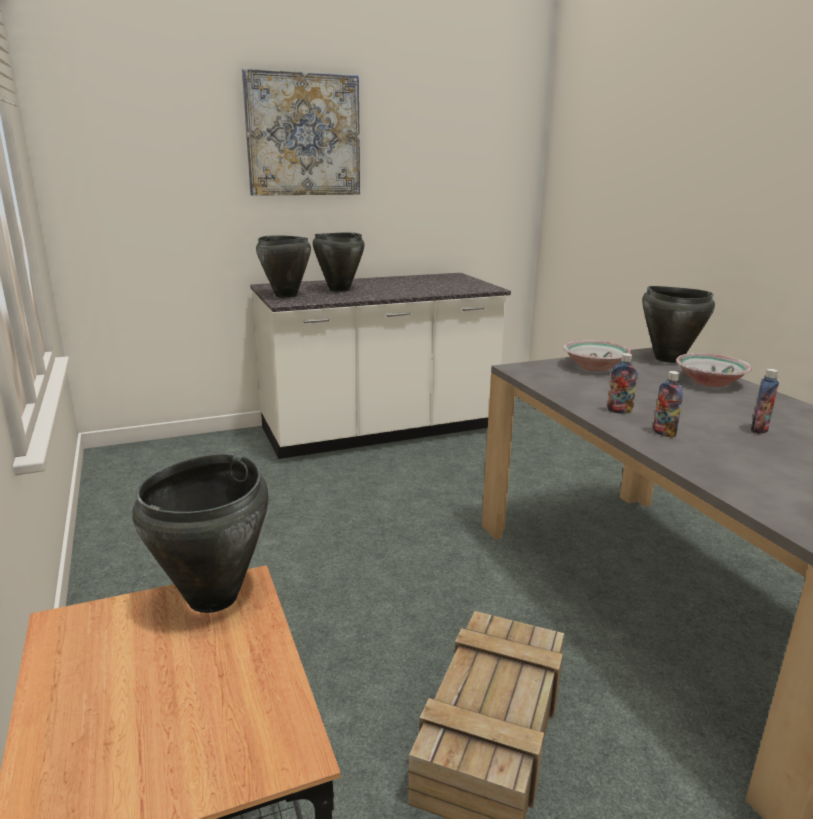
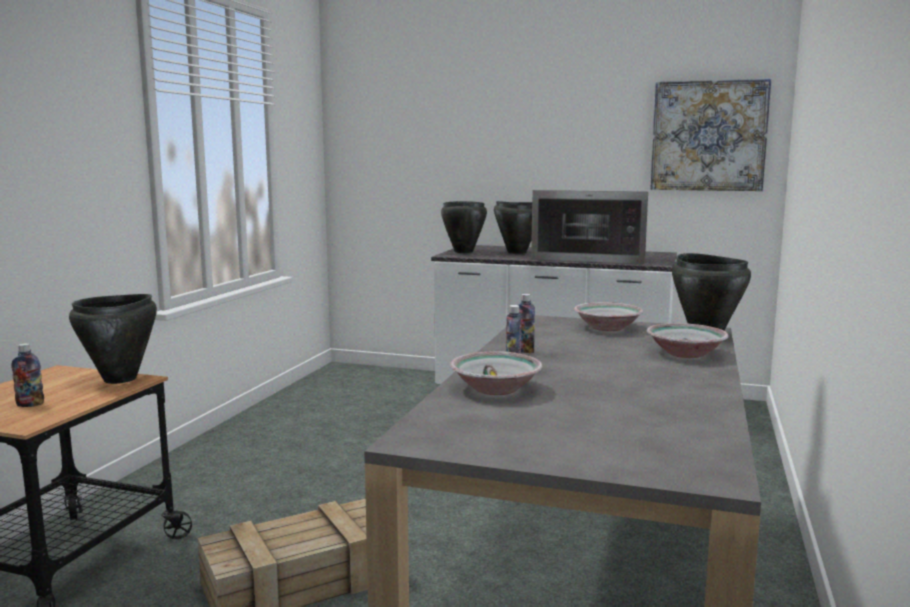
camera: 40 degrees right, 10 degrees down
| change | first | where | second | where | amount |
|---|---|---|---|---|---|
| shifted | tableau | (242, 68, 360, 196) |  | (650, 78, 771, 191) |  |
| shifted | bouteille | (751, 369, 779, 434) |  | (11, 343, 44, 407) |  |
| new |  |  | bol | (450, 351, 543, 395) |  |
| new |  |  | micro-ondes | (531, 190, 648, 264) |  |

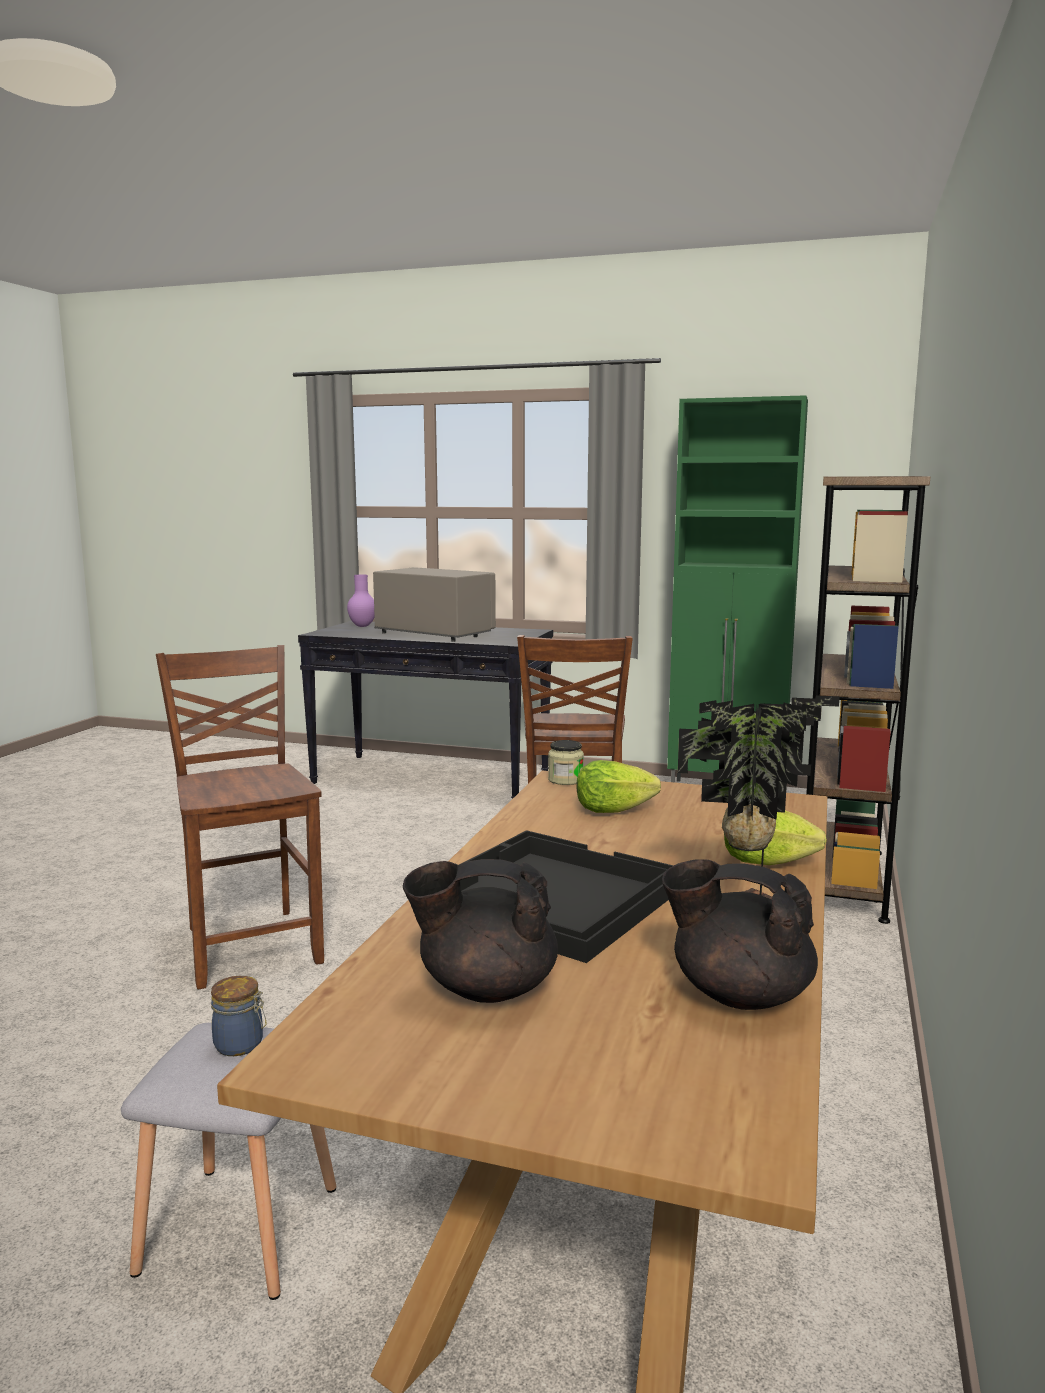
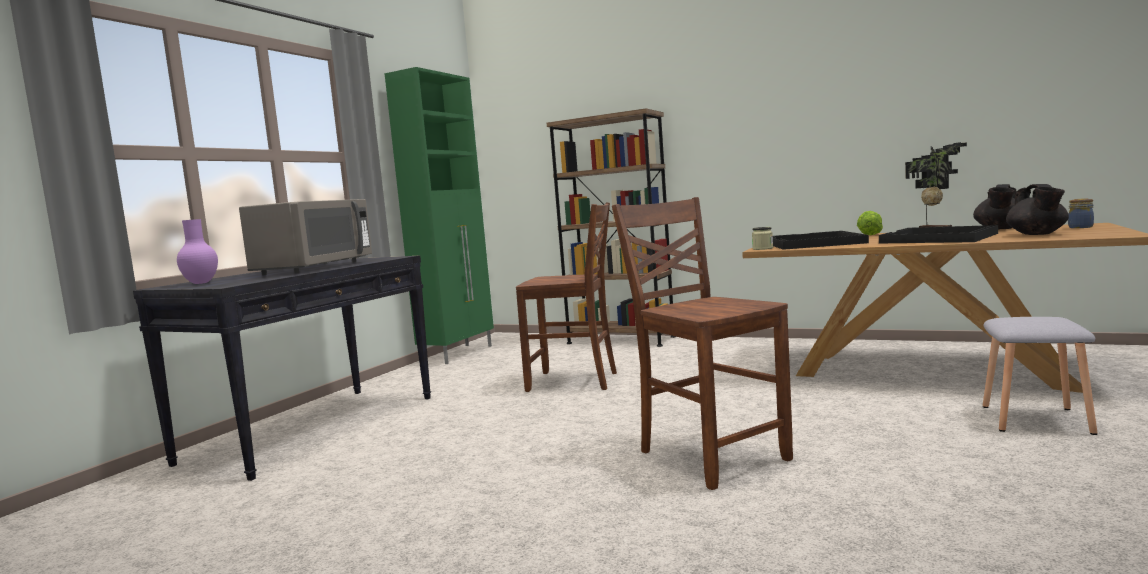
camera: 80 degrees left, 5 degrees down
| change | first | where | second | where | amount |
|---|---|---|---|---|---|
| rotated | chaise [marron] | (156, 645, 324, 989) |  | (612, 197, 793, 490) | 75 degrees clockwise |
| shifted | bocal | (211, 976, 267, 1056) |  | (1068, 198, 1094, 228) |  |
| rotated | micro-ondes [gris] | (373, 567, 496, 642) |  | (239, 199, 372, 275) | 150 degrees clockwise |
| swapped | laitue | (576, 760, 661, 813) | plateau [noir] | (773, 231, 869, 250) |  |

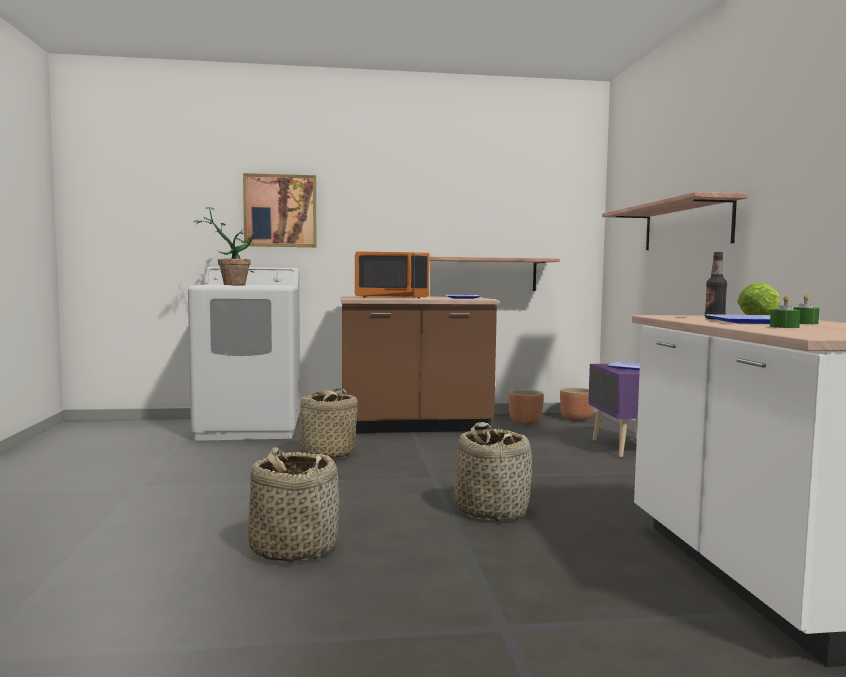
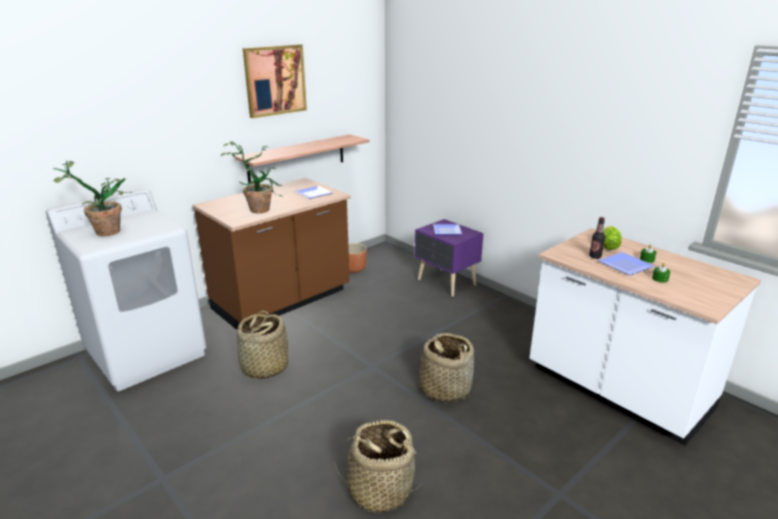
camera: 35 degrees left, 20 degrees up
| change | first | where | second | where | amount |
|---|---|---|---|---|---|
| shifted | tableau | (243, 173, 316, 247) |  | (243, 44, 307, 118) |  |
| swapped | micro-ondes [orange] | (355, 251, 430, 298) | plante en pot | (221, 142, 283, 213) |  |
| gone | cache-pot [marron] | (560, 387, 594, 421) |  |  |  |
| gone | étagère | (602, 192, 747, 250) |  |  |  |

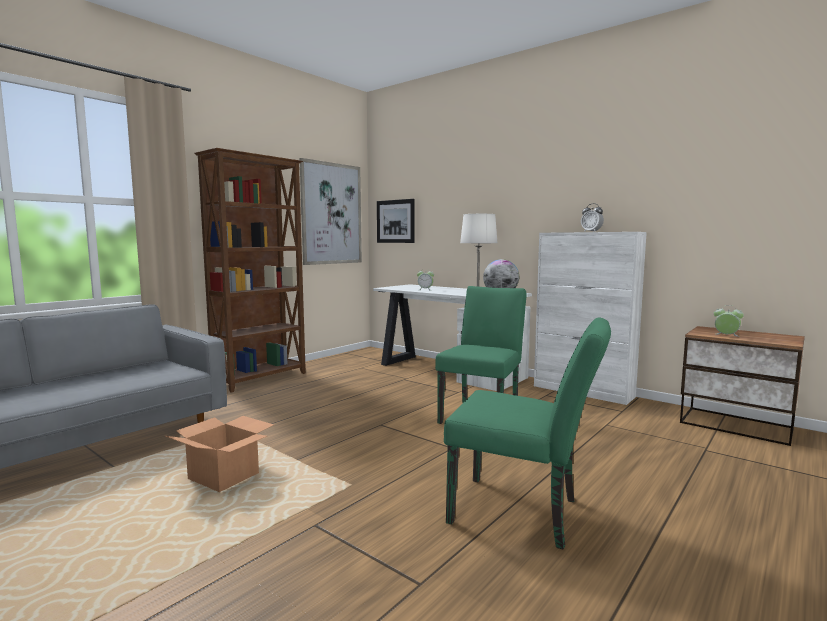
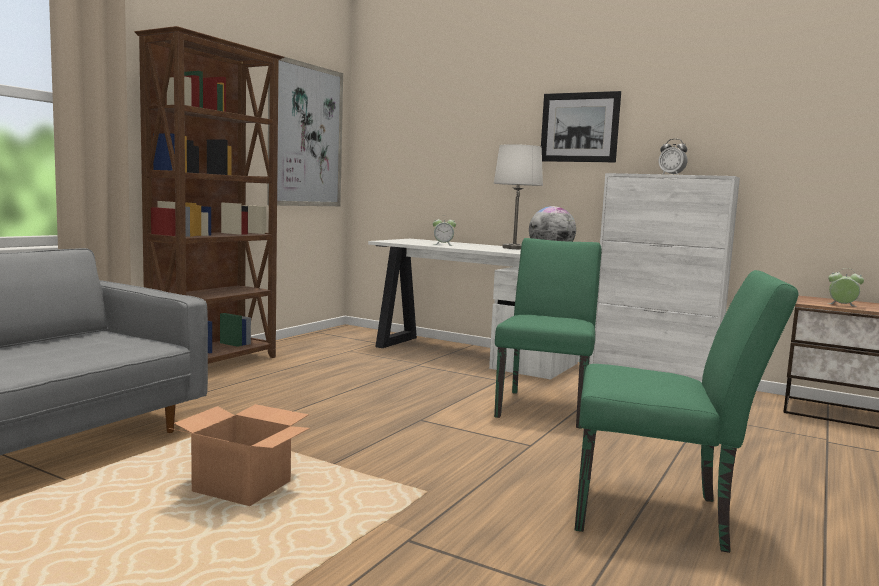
camera: 10 degrees left, 0 degrees up
| change | first | where | second | where | amount |
|---|---|---|---|---|---|
| shifted | tableau | (377, 199, 415, 243) |  | (541, 91, 621, 162) |  |

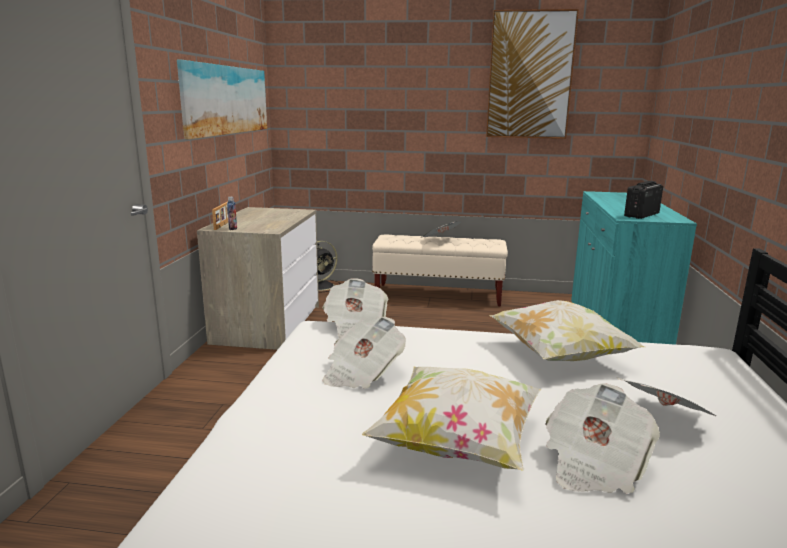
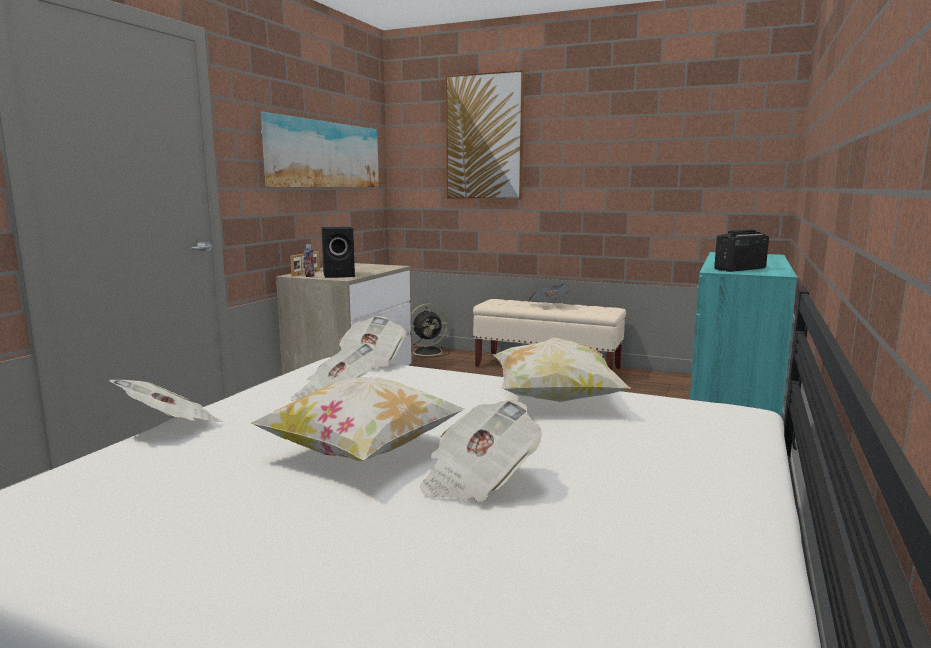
camera: 15 degrees right, 5 degrees down
| change | first | where | second | where | amount |
|---|---|---|---|---|---|
| shifted | tableau | (486, 9, 579, 139) |  | (446, 70, 524, 200) |  |
| shifted | journal | (616, 377, 716, 416) |  | (109, 380, 223, 422) |  |
| new |  |  | enceinte [noir] | (321, 227, 355, 278) |  |

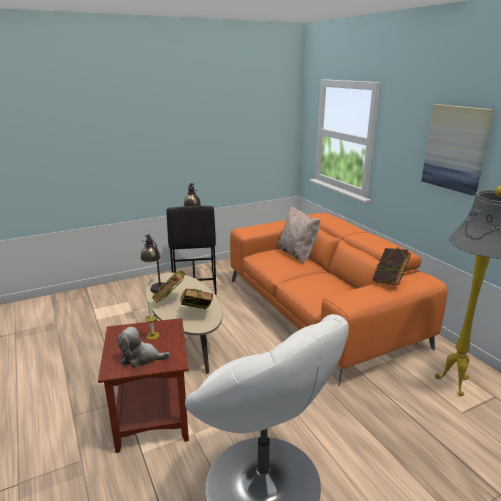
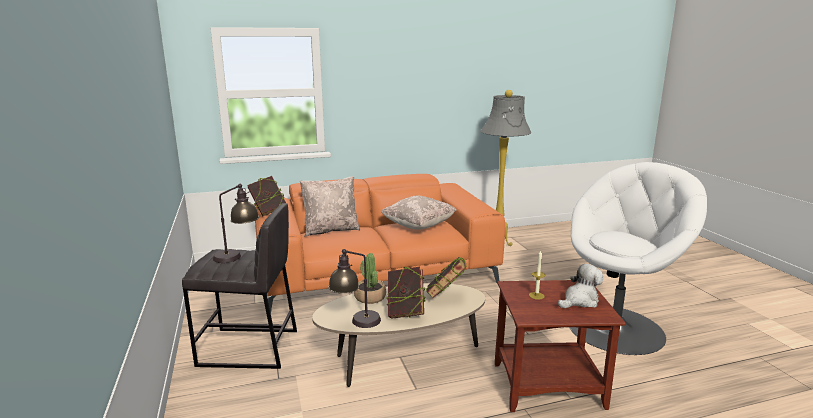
camera: 80 degrees left, 5 degrees down
| change | first | where | second | where | amount |
|---|---|---|---|---|---|
| rotated | peluche | (117, 327, 170, 367) |  | (558, 264, 603, 308) | 135 degrees counterclockwise |
| shifted | livre | (372, 247, 411, 285) |  | (248, 176, 286, 216) |  |
| gone | tableau | (421, 104, 494, 196) |  |  |  |
| new |  |  | plante en pot | (354, 253, 386, 304) |  |
| new |  |  | coussin [beige] | (381, 196, 456, 230) |  |

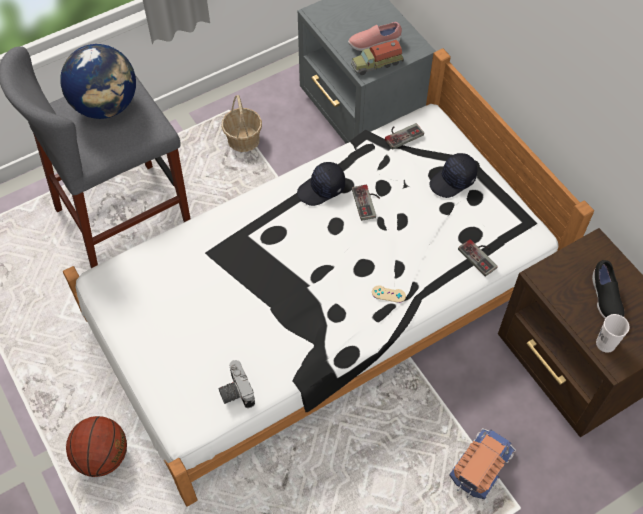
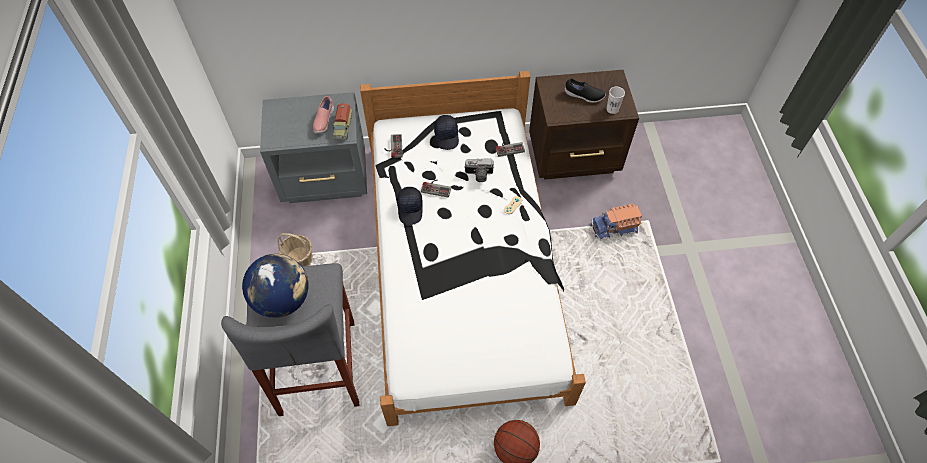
camera: 65 degrees left, 0 degrees up
| change | first | where | second | where | amount |
|---|---|---|---|---|---|
| shifted | appareil photo | (219, 360, 255, 408) |  | (464, 158, 494, 182) |  |
| rotated | camion jouet | (449, 428, 516, 499) |  | (590, 204, 642, 240) | 75 degrees counterclockwise |

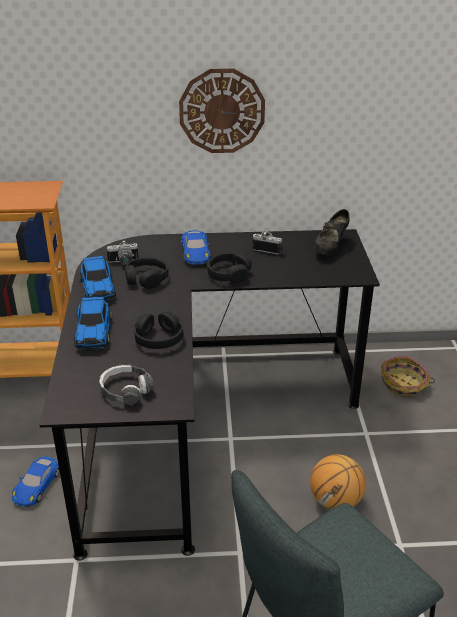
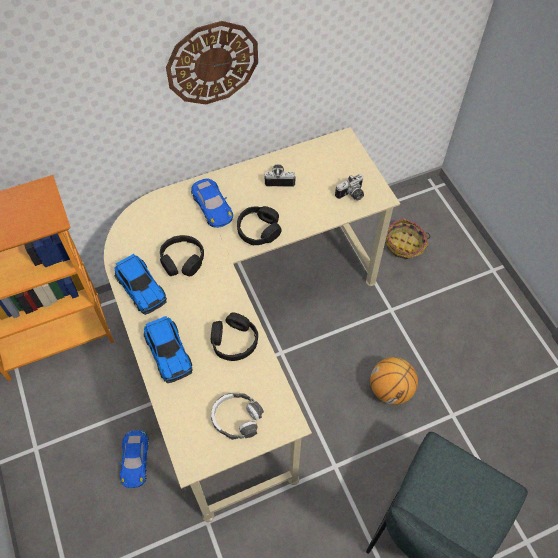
camera: 20 degrees left, 25 degrees up
| change | first | where | second | where | amount |
|---|---|---|---|---|---|
| repainted | bureau [noir] | (40, 229, 380, 561) | bureau [beige] | (104, 127, 400, 522) |  |
| shifted | appareil photo | (107, 240, 139, 266) |  | (335, 174, 364, 201) |  |
| gone | chaussure [noir] | (314, 209, 349, 256) |  |  |  |

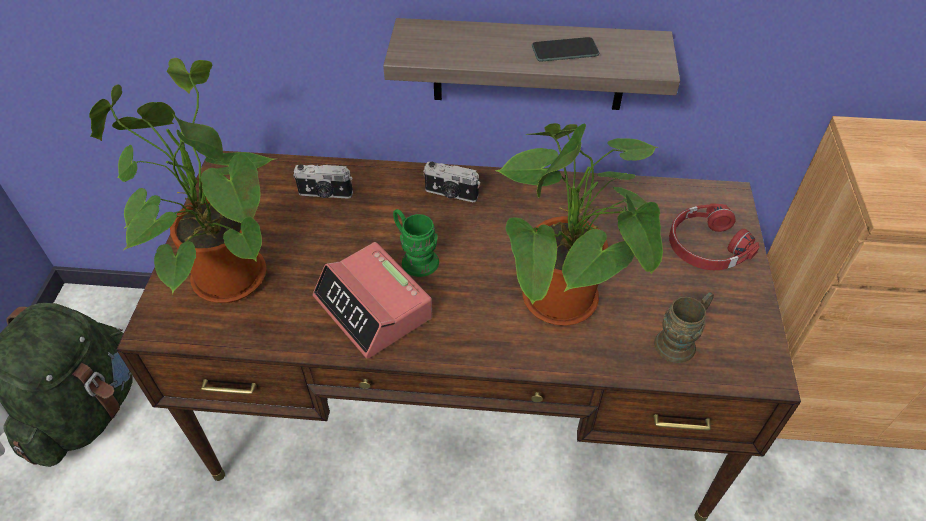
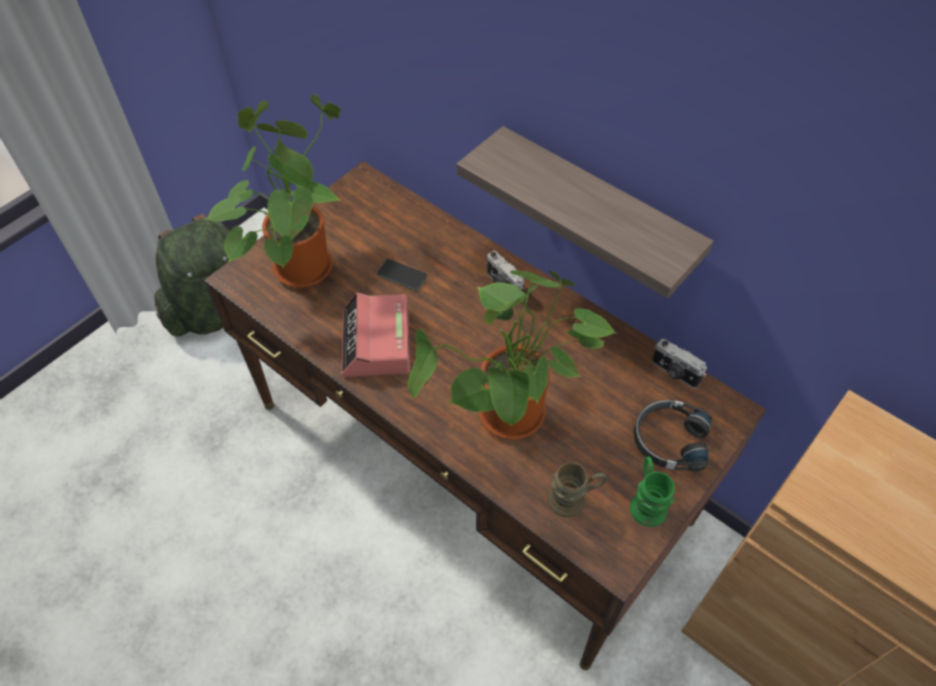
camera: 35 degrees right, 5 degrees up
| change | first | where | second | where | amount |
|---|---|---|---|---|---|
| shifted | appareil photo | (293, 164, 353, 199) |  | (652, 339, 707, 389) |  |
| shifted | mug [vert] | (393, 209, 439, 277) |  | (630, 456, 675, 527) |  |
| shifted | téléphone | (532, 37, 599, 62) |  | (377, 259, 428, 290) |  |
| repainted | casque audio [rouge] | (669, 204, 760, 270) | casque audio [noir] | (634, 400, 712, 472) |  |

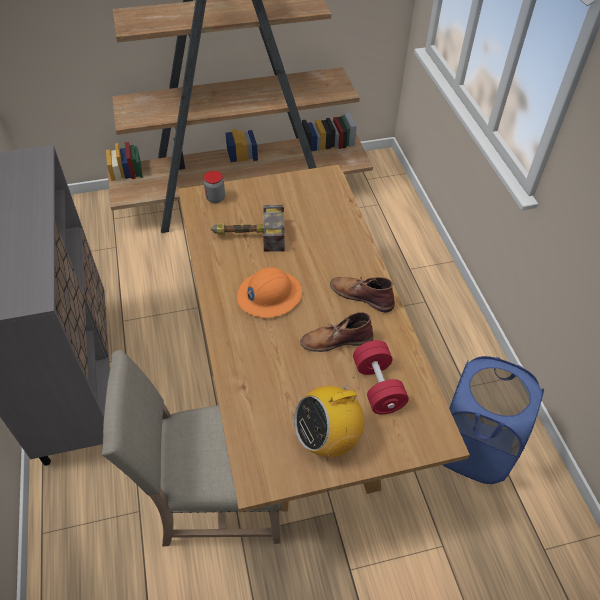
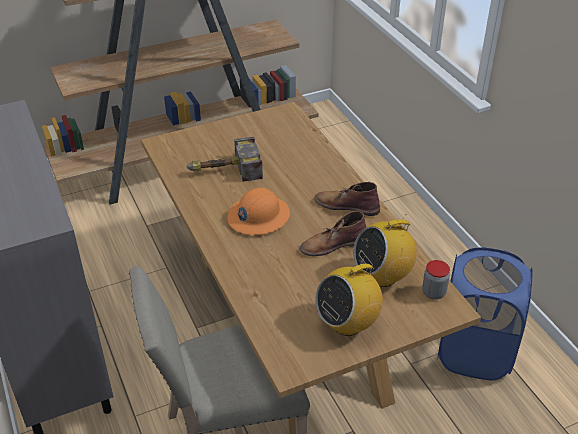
camera: 10 degrees left, 10 degrees down
| change | first | where | second | where | amount |
|---|---|---|---|---|---|
| shifted | bocal | (204, 171, 225, 203) |  | (422, 260, 450, 300) |  |
| swapped | haltère [rouge] | (353, 340, 409, 414) | radio | (353, 216, 417, 287) |  |

